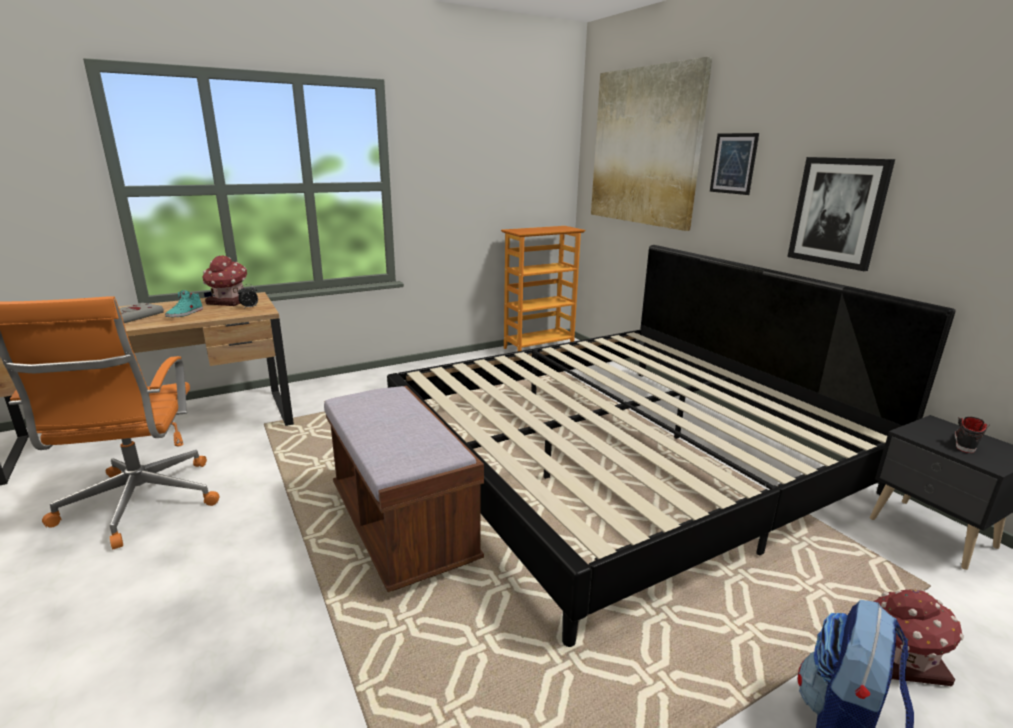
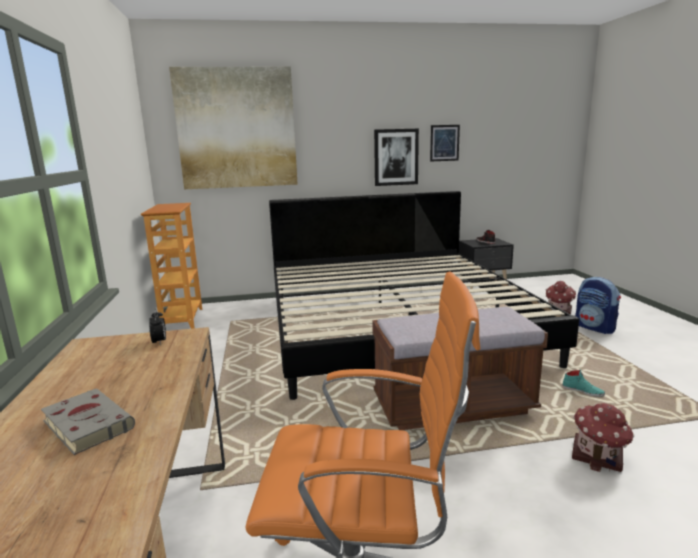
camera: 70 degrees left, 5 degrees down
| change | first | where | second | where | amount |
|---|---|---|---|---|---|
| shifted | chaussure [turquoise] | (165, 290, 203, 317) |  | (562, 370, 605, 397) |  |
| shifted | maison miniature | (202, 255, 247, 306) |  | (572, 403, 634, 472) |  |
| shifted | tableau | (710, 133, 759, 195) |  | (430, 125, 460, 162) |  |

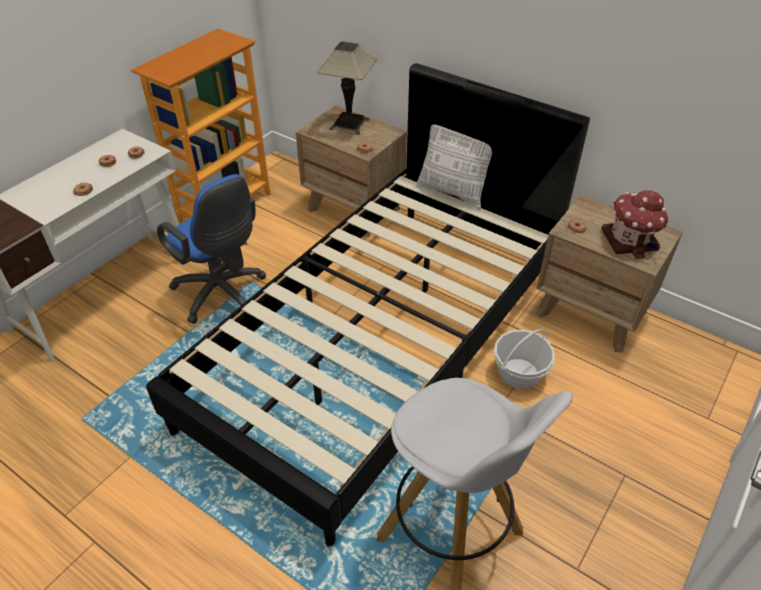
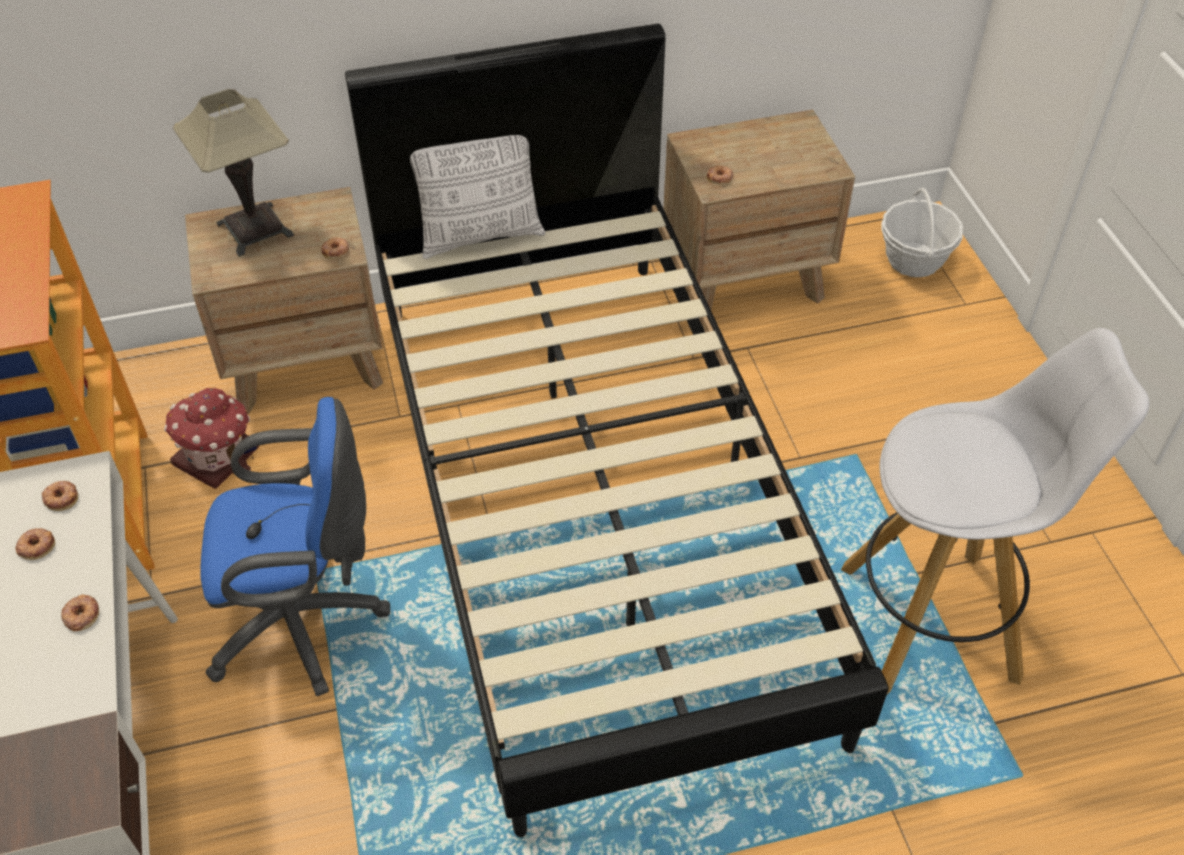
camera: 50 degrees left, 5 degrees up
| change | first | where | second | where | amount |
|---|---|---|---|---|---|
| shifted | panier | (494, 329, 555, 389) |  | (882, 188, 963, 277) |  |
| shifted | maison miniature | (601, 190, 668, 259) |  | (164, 387, 259, 489) |  |

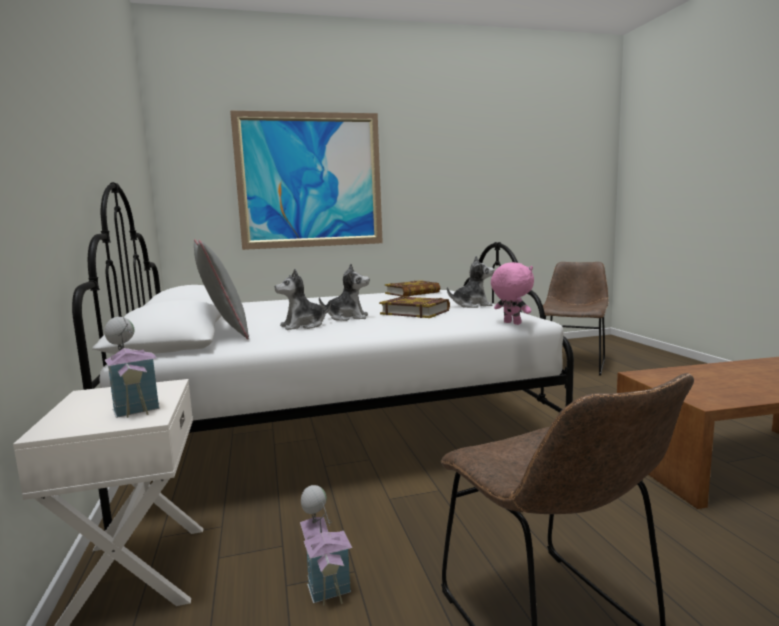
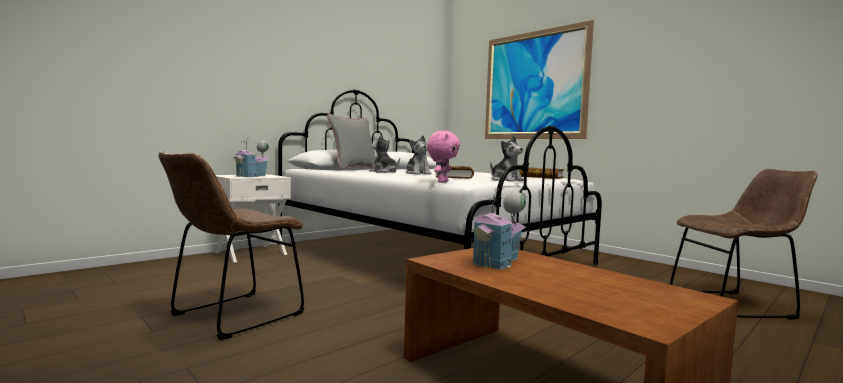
camera: 60 degrees right, 5 degrees down
| change | first | where | second | where | amount |
|---|---|---|---|---|---|
| shifted | maison miniature | (300, 485, 352, 606) |  | (471, 189, 526, 270) |  |

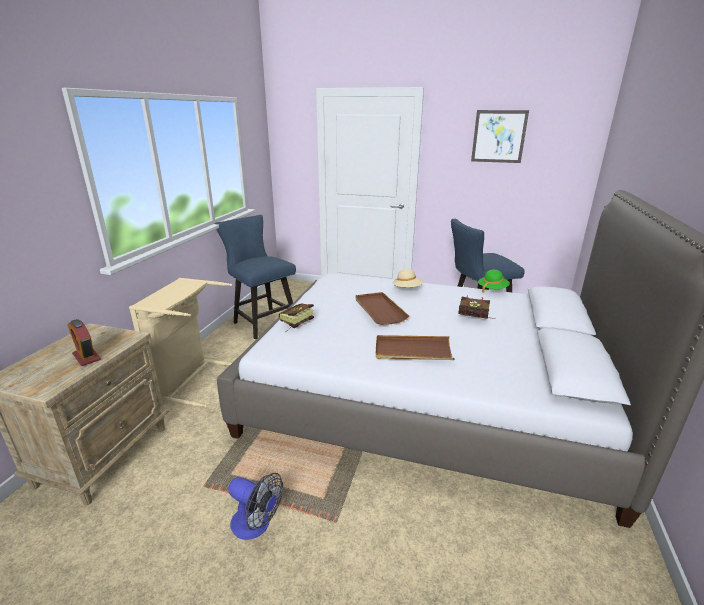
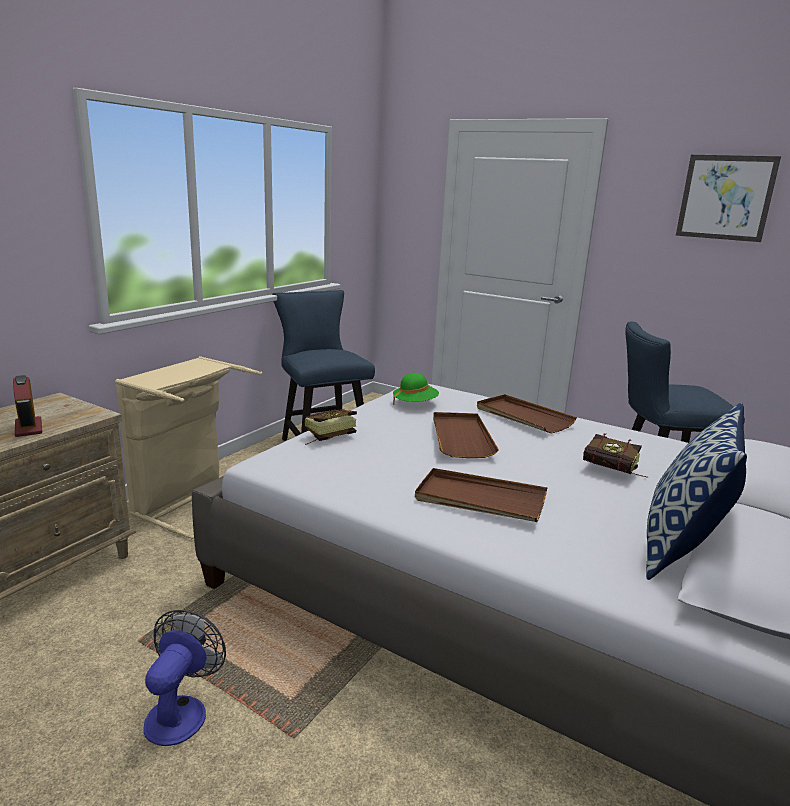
camera: 15 degrees right, 5 degrees down
| change | first | where | second | where | amount |
|---|---|---|---|---|---|
| rotated | ventilateur | (228, 473, 283, 540) |  | (143, 610, 226, 746) | 120 degrees counterclockwise |
| swapped | chapeau [beige] | (393, 269, 423, 287) | plateau [marron] | (477, 394, 577, 434) |  |
| shifted | chapeau [vert] | (478, 270, 510, 292) |  | (393, 373, 439, 405) |  |
| new |  |  | coussin | (646, 403, 747, 580) |  |

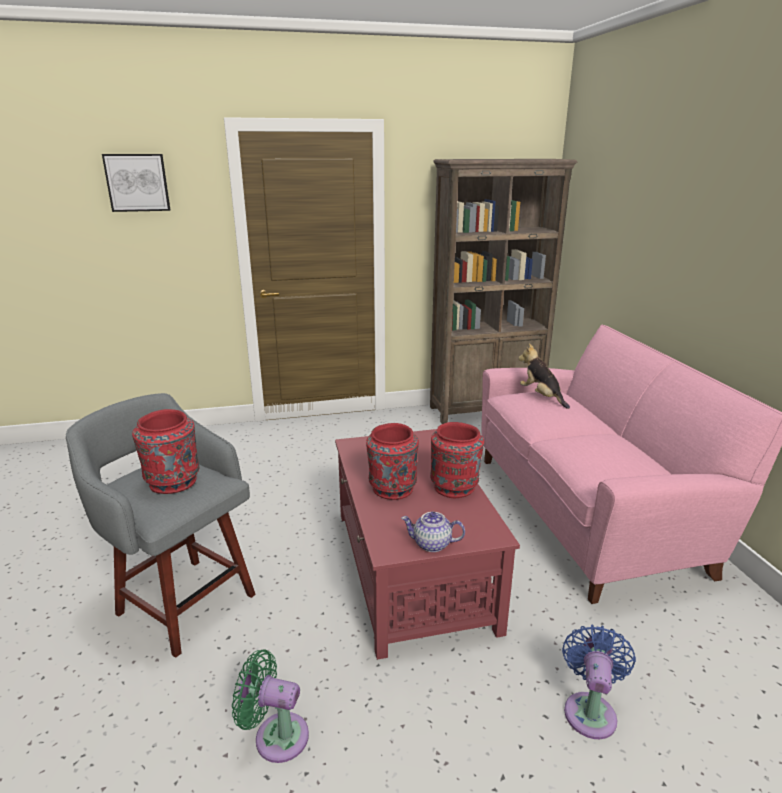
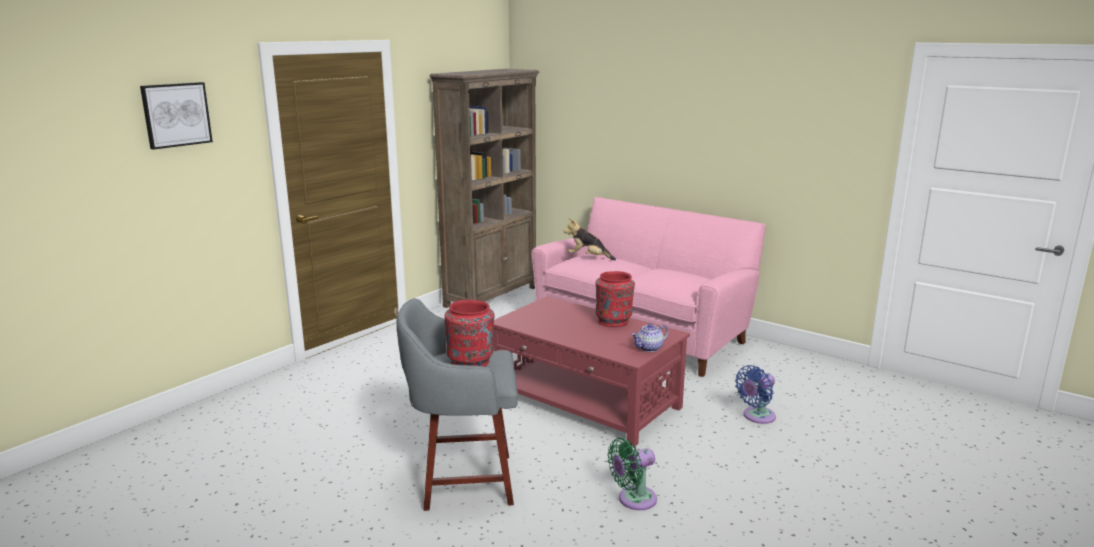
camera: 40 degrees left, 5 degrees down
| change | first | where | second | where | amount |
|---|---|---|---|---|---|
| gone | vase [rouge] | (366, 423, 419, 500) |  |  |  |
| rotated | ventilateur [bleu] | (562, 625, 636, 739) |  | (735, 365, 776, 424) | 105 degrees counterclockwise |

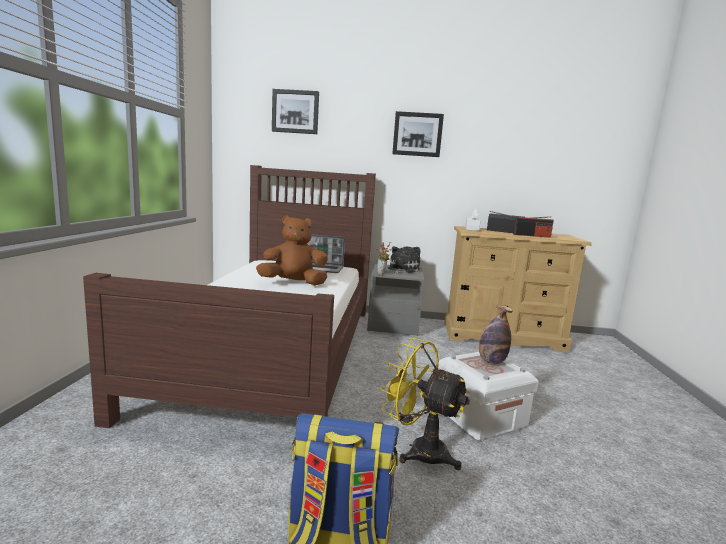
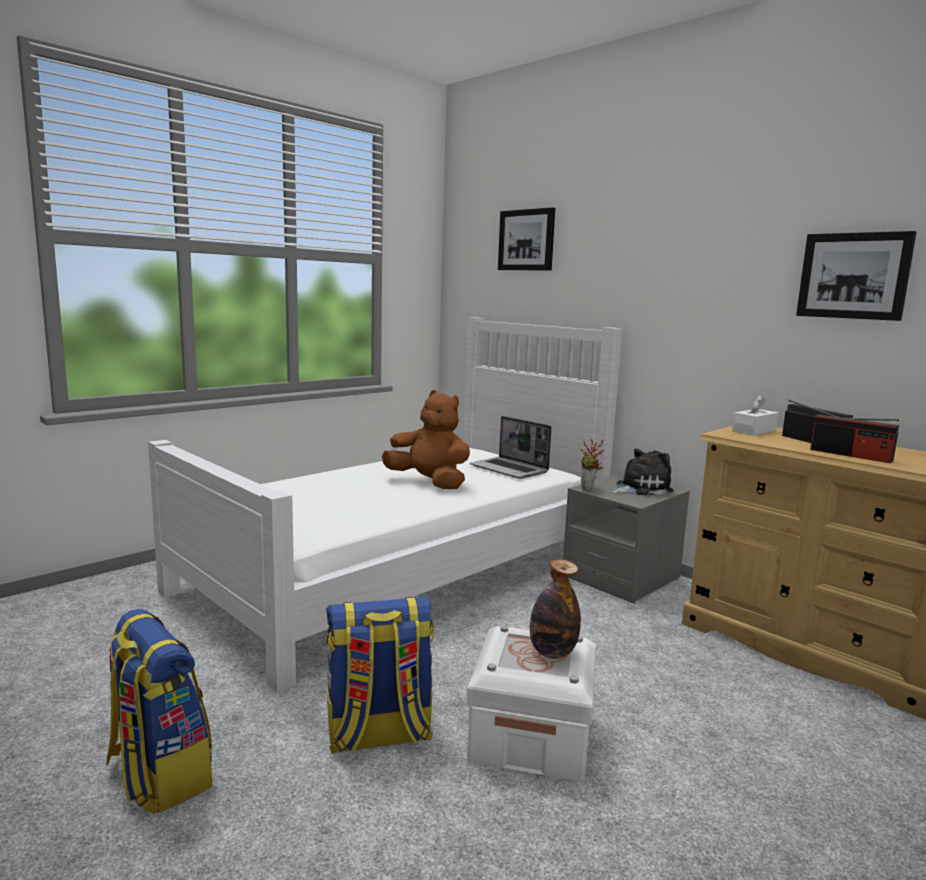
camera: 40 degrees right, 0 degrees up
| change | first | where | second | where | amount |
|---|---|---|---|---|---|
| repainted | lit [marron] | (83, 165, 376, 428) | lit [blanc] | (148, 318, 623, 693) |  |
| swapped | ventilateur [jaune] | (380, 338, 470, 470) | sac à dos | (326, 597, 434, 754) |  |
| shifted | tableau | (392, 111, 444, 157) |  | (796, 231, 917, 321) |  |

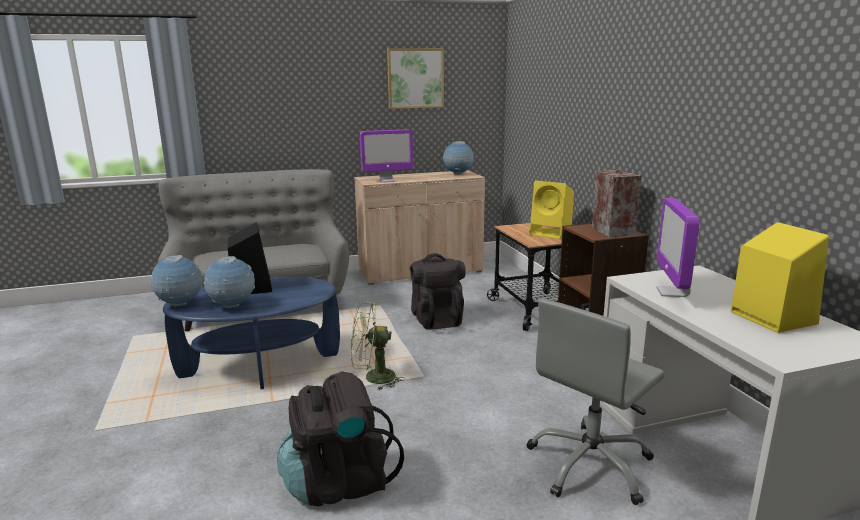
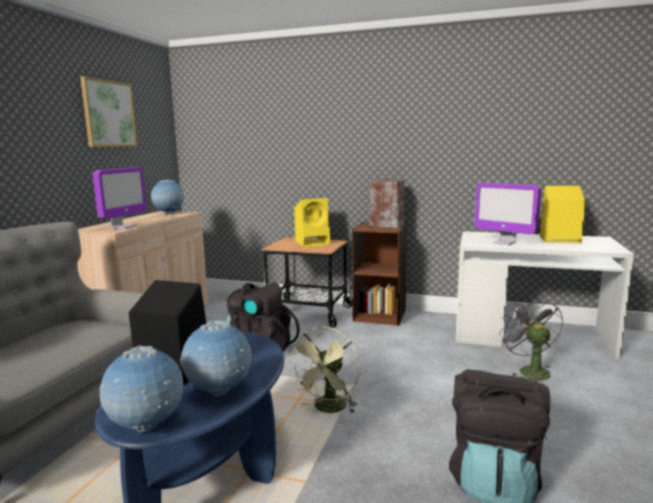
camera: 55 degrees left, 5 degrees down
| change | first | where | second | where | amount |
|---|---|---|---|---|---|
| swapped | chaise de bureau [gris] | (526, 298, 664, 505) | ventilateur [gris] | (499, 297, 563, 383) |  |

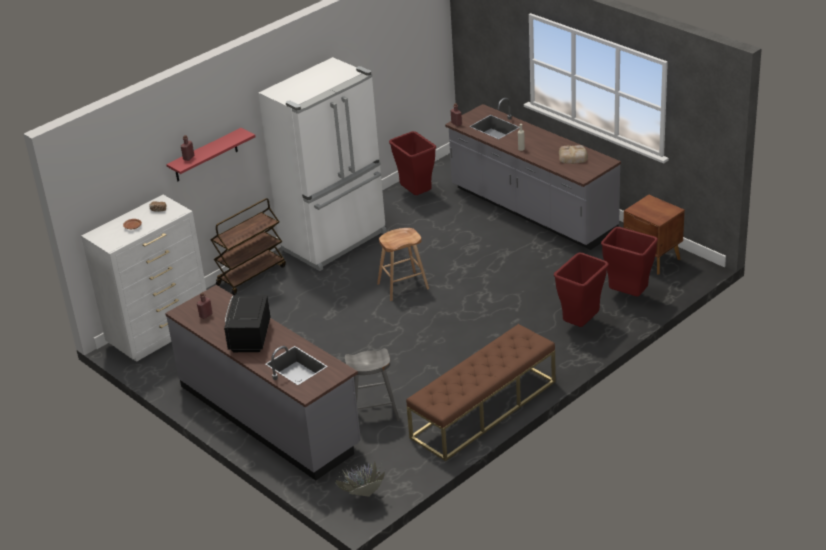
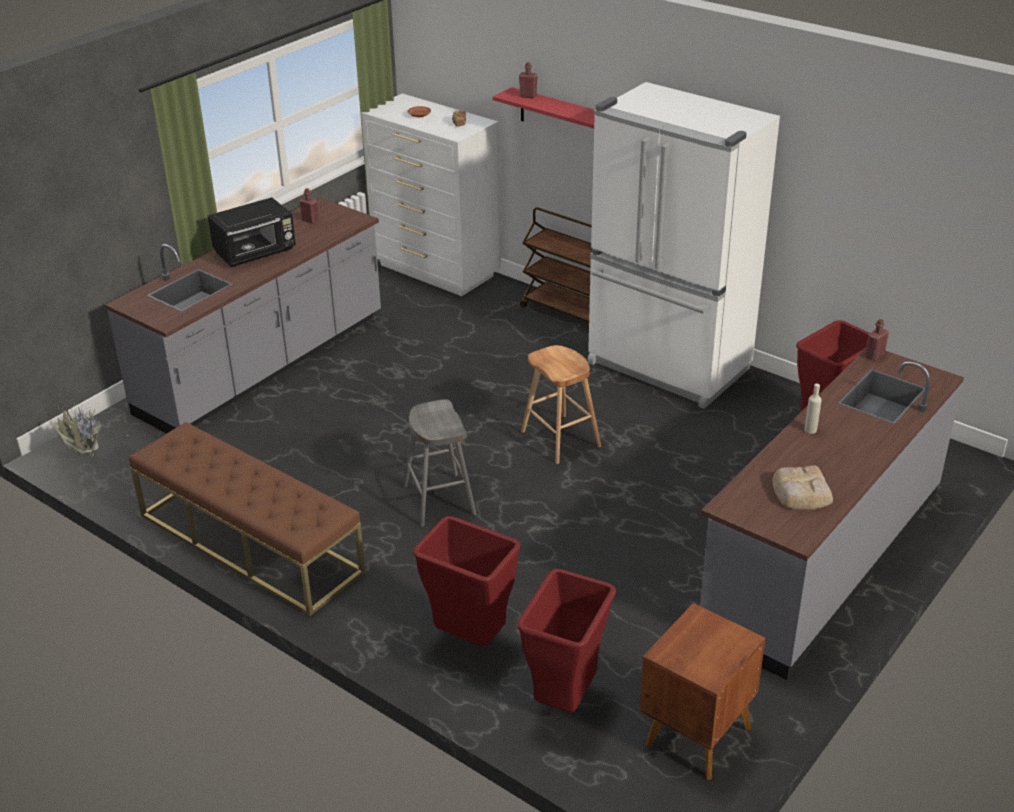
camera: 80 degrees right, 0 degrees up
| change | first | where | second | where | amount |
|---|---|---|---|---|---|
| rotated | micro-ondes [noir] | (224, 295, 271, 353) |  | (208, 197, 296, 267) | 150 degrees clockwise |
| shifted | tabouret [gris] | (345, 348, 400, 421) |  | (403, 399, 477, 527) |  |

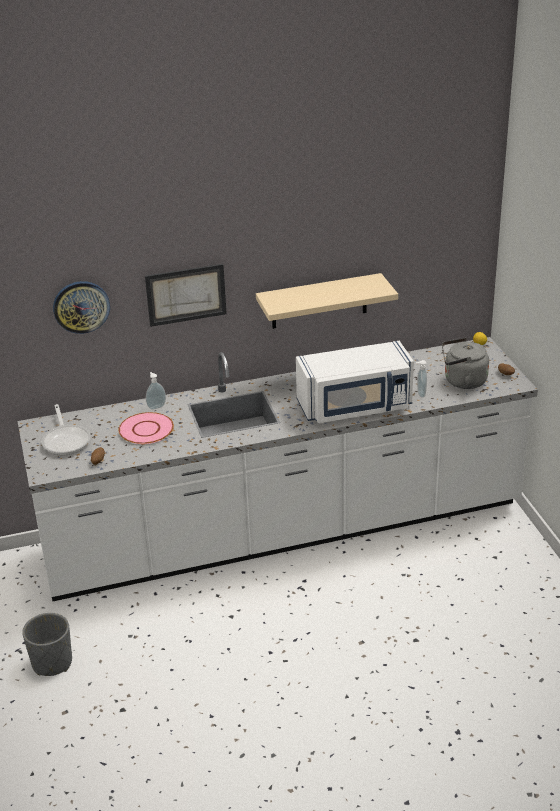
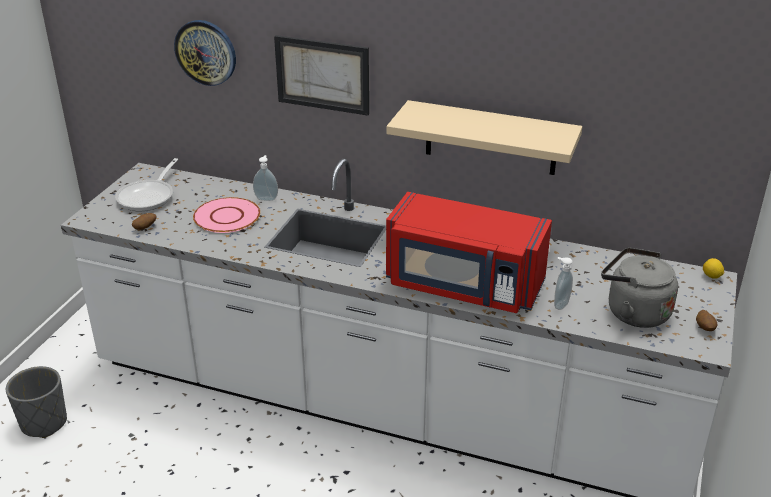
camera: 35 degrees right, 0 degrees up
| change | first | where | second | where | amount |
|---|---|---|---|---|---|
| repainted | micro-ondes [blanc] | (296, 341, 414, 423) | micro-ondes [rouge] | (386, 192, 552, 313) |  |

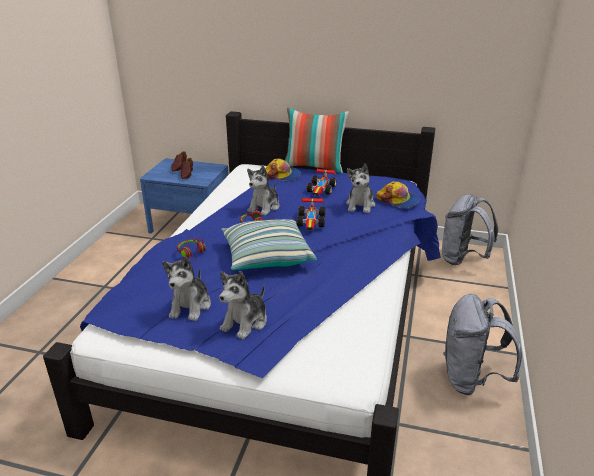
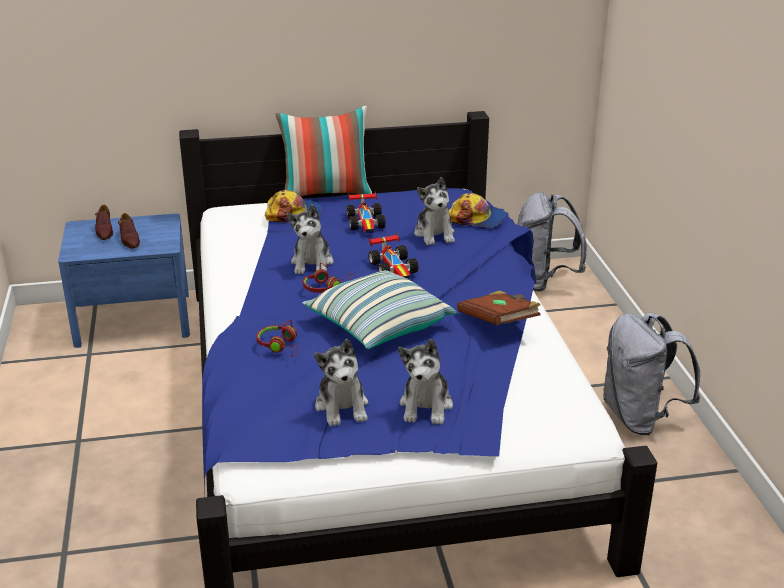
camera: 25 degrees left, 0 degrees up
| change | first | where | second | where | amount |
|---|---|---|---|---|---|
| new |  |  | livre [marron] | (457, 291, 540, 325) |  |

